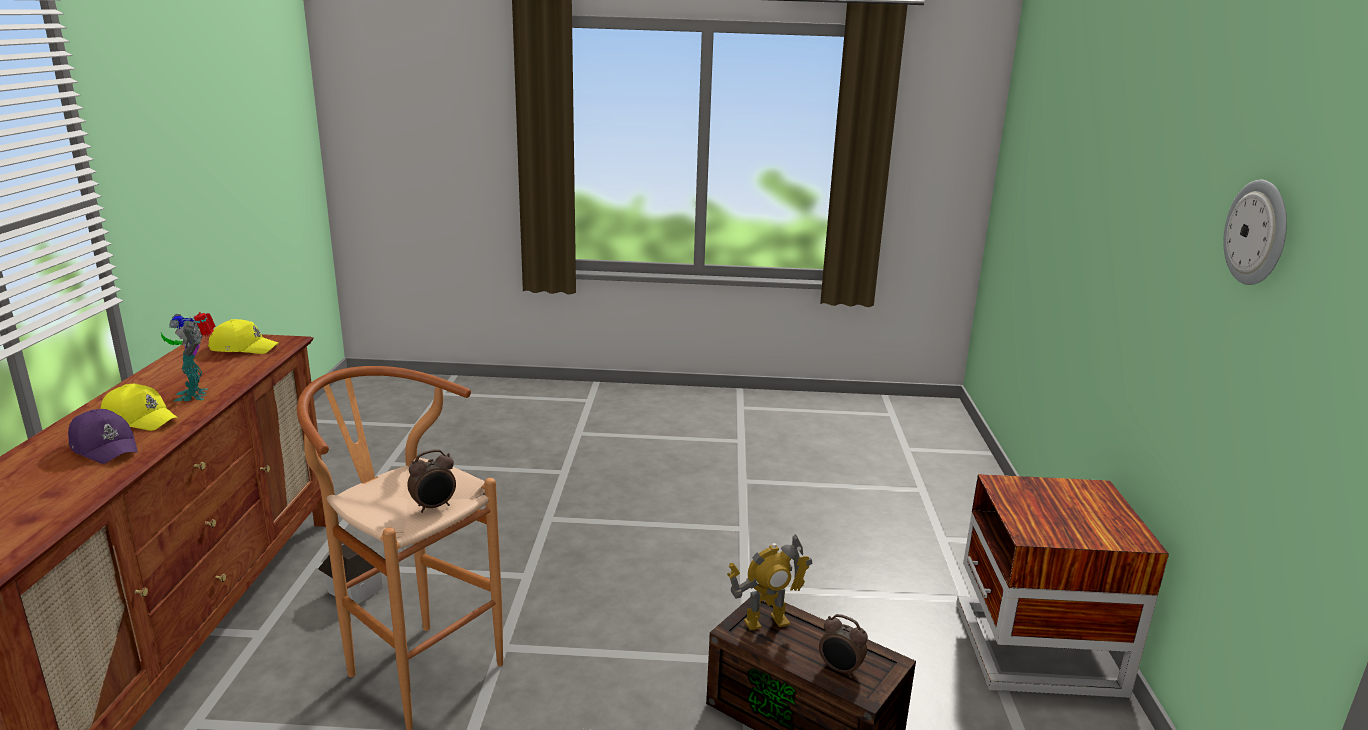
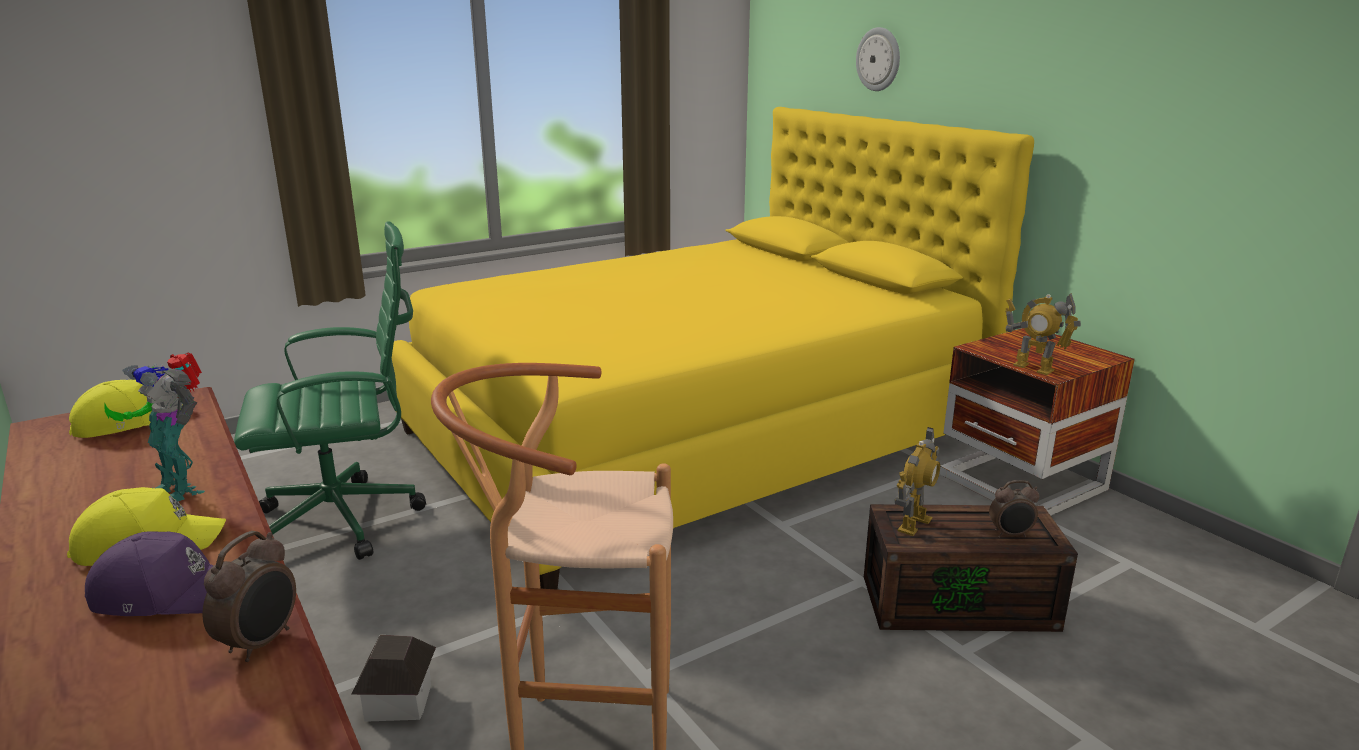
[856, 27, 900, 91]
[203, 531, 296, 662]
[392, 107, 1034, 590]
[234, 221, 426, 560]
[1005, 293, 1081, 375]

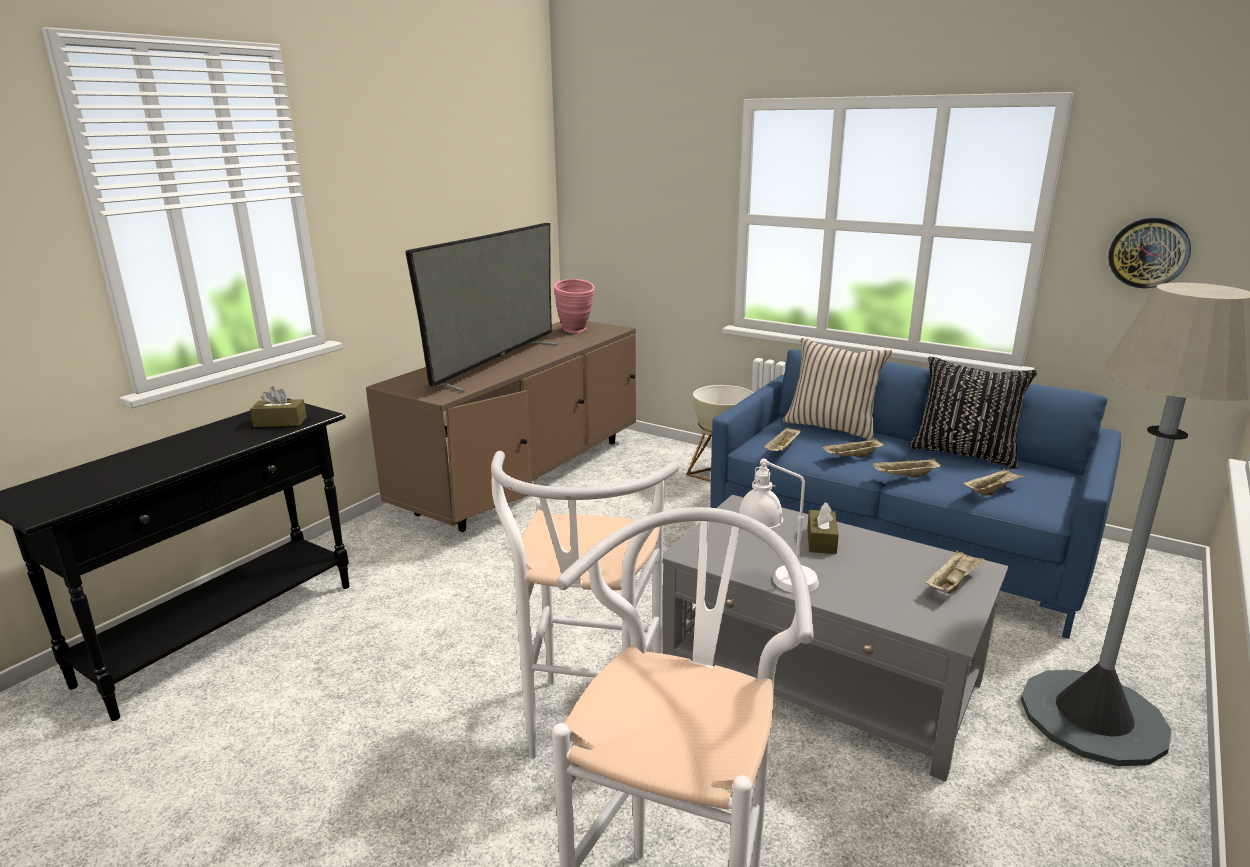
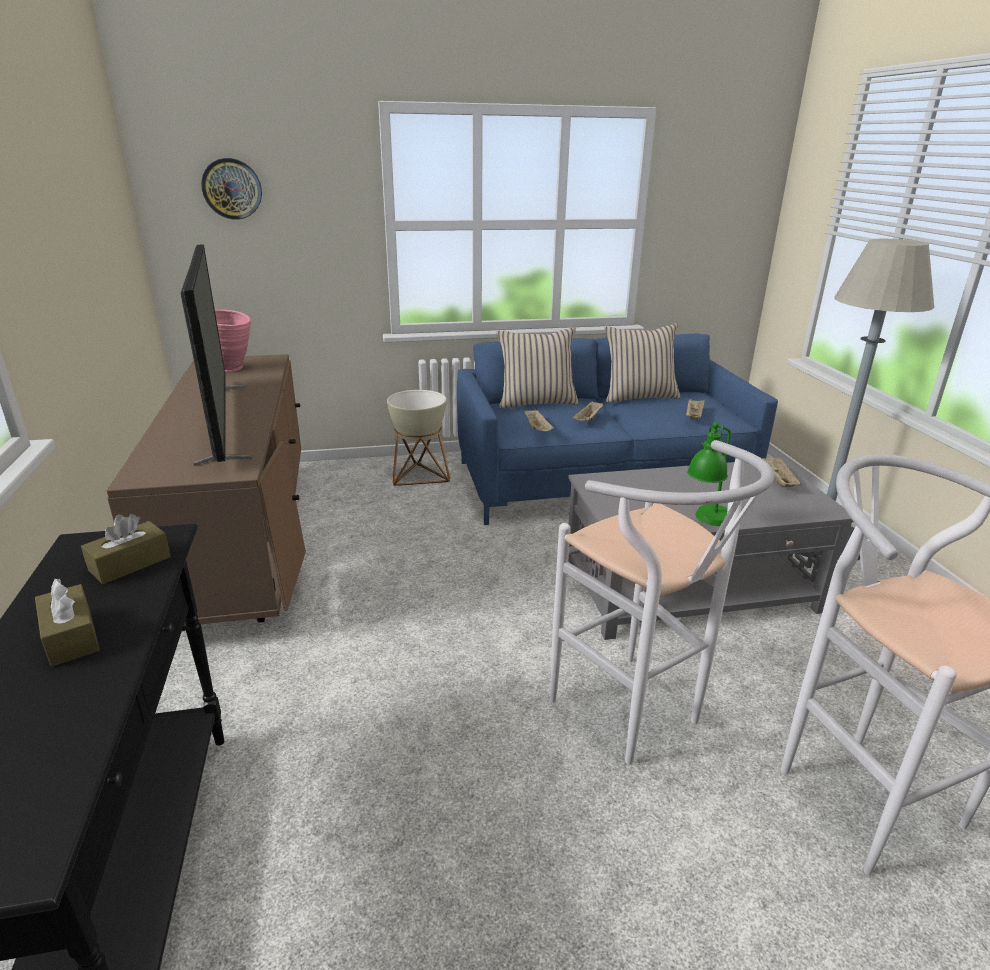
[201, 158, 262, 220]
[604, 323, 680, 403]
[687, 422, 731, 526]
[872, 458, 941, 478] (first image)
[35, 579, 100, 667]

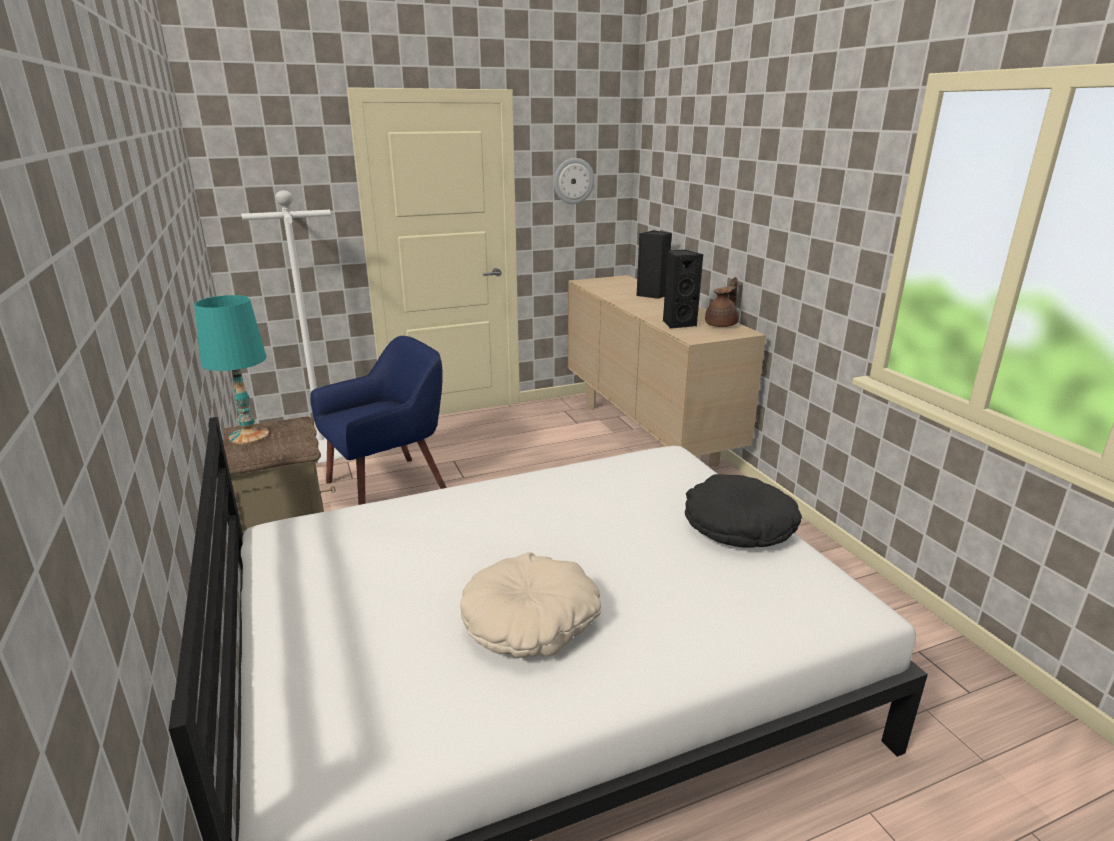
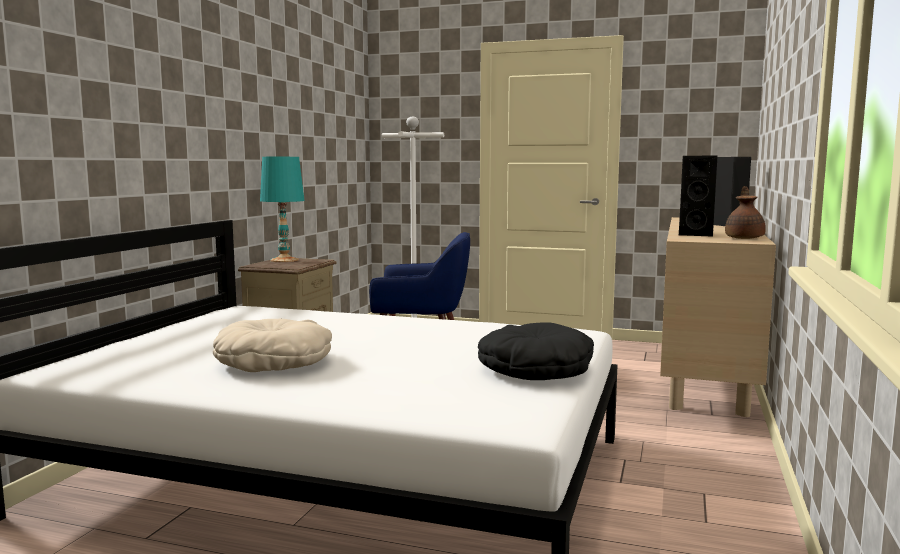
[554, 158, 594, 204] (first image)
[725, 186, 766, 239]

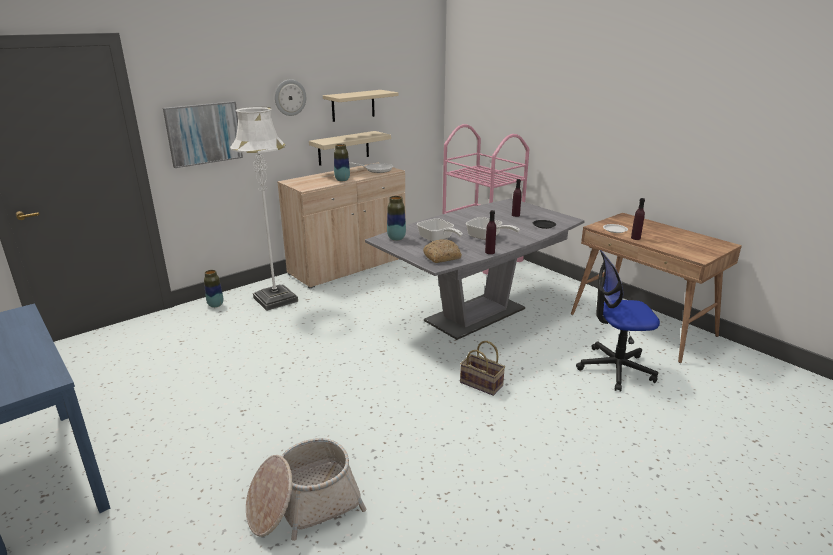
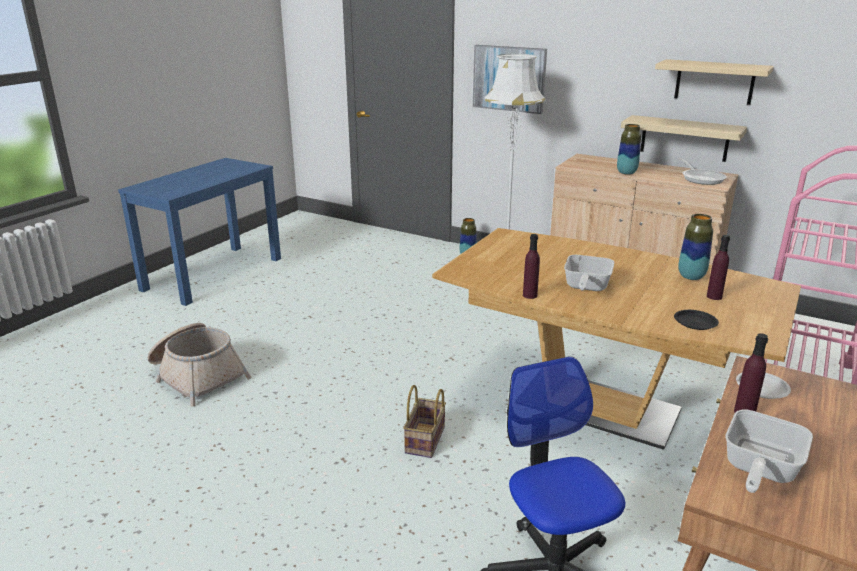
[275, 79, 306, 116] (first image)
[678, 214, 713, 280]
[432, 228, 801, 450]
[726, 410, 813, 493]
[423, 239, 462, 263] (first image)

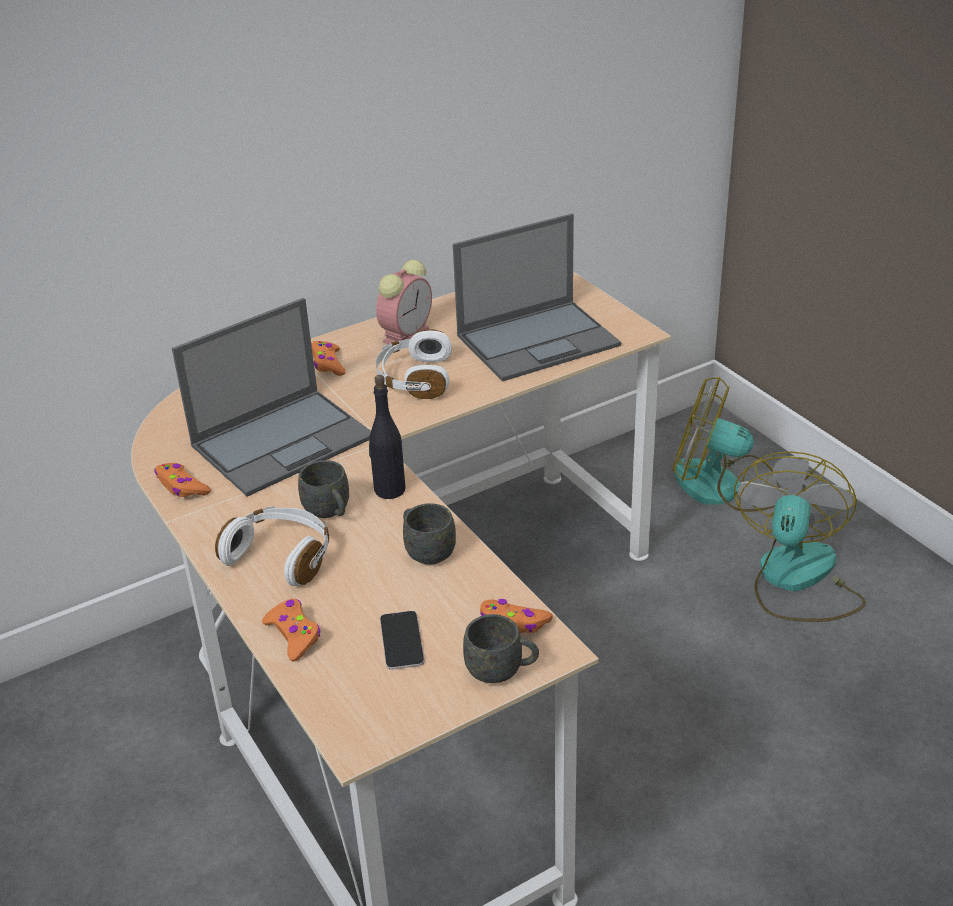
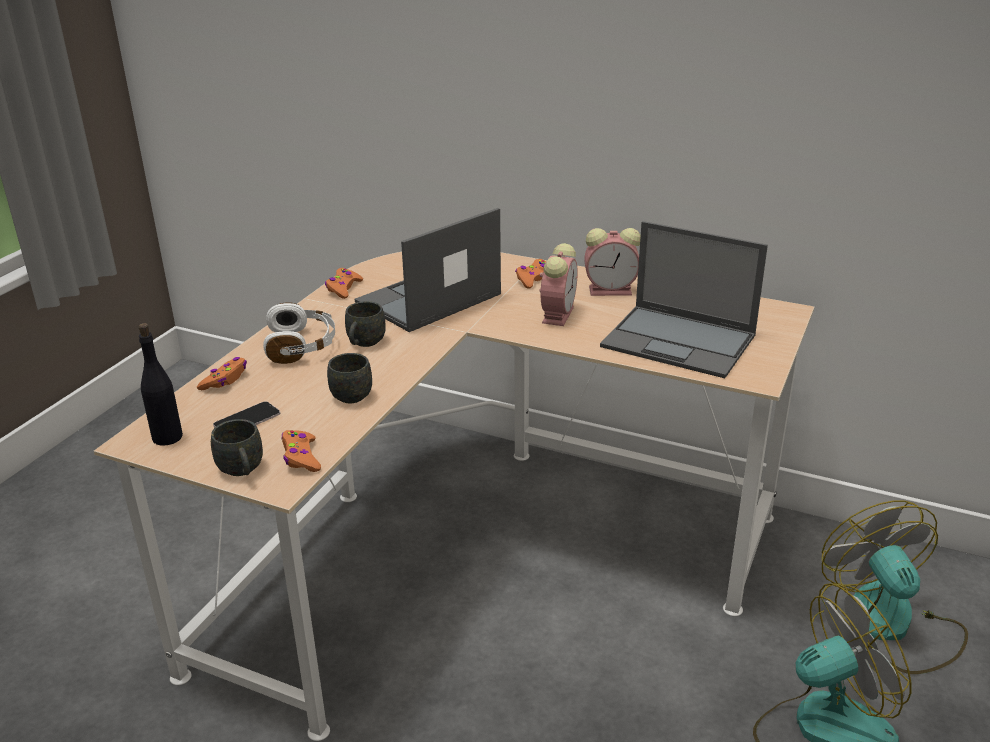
[355, 208, 501, 332]
[540, 243, 578, 326]
[138, 323, 183, 446]

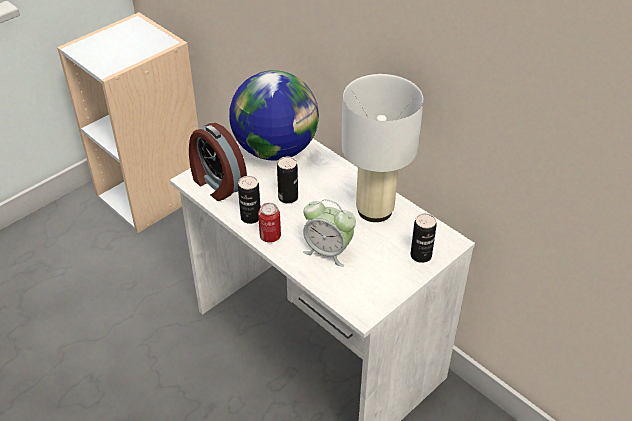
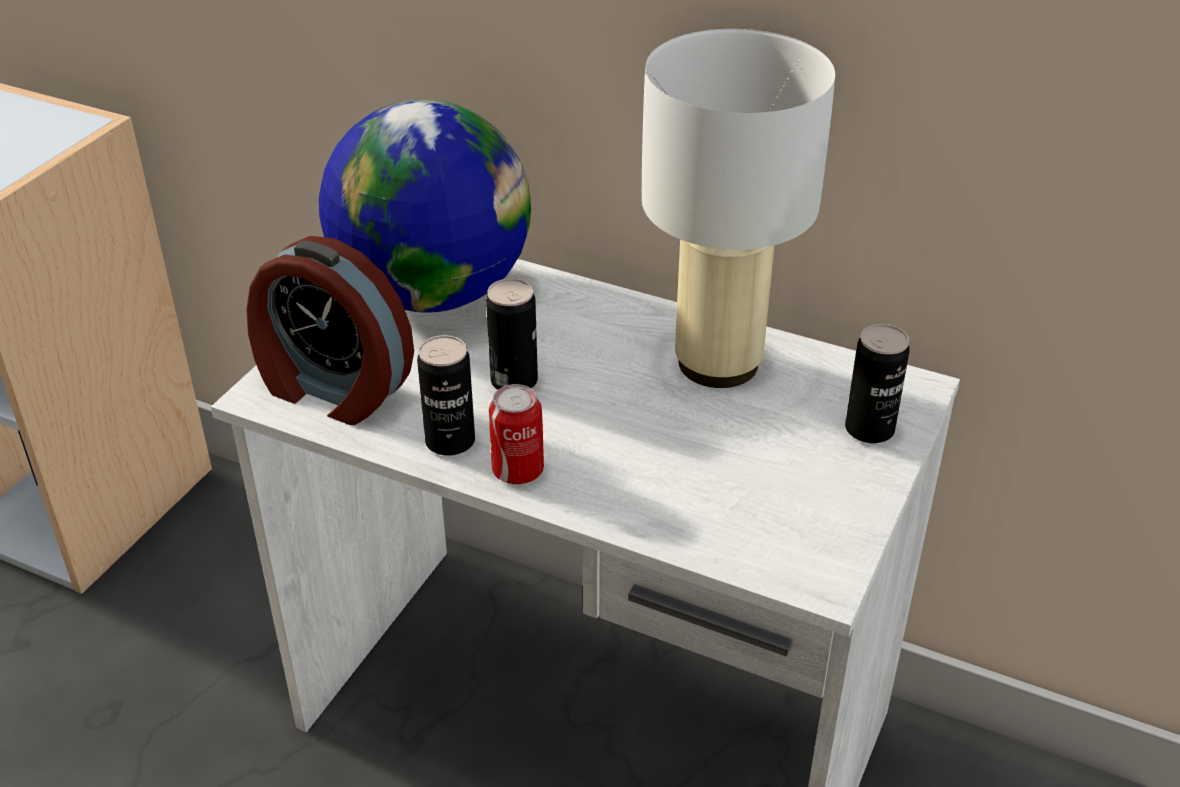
[303, 199, 356, 267] (first image)

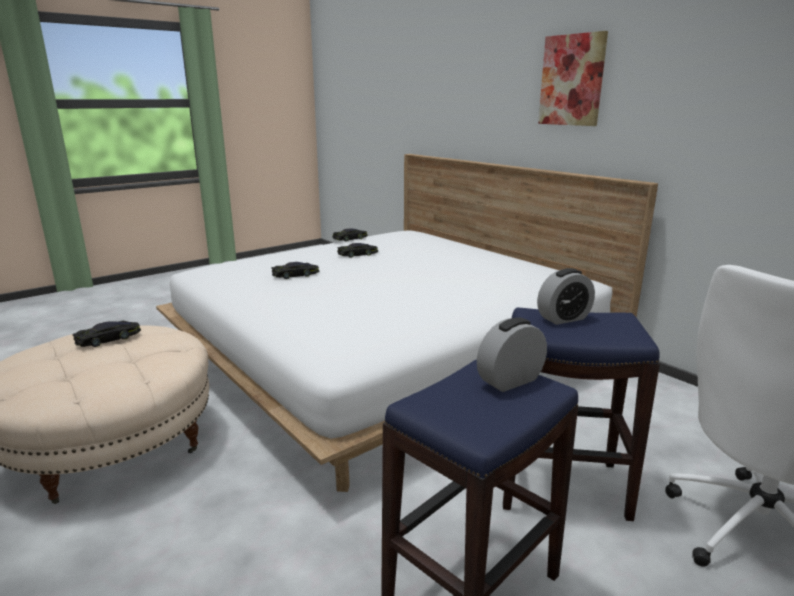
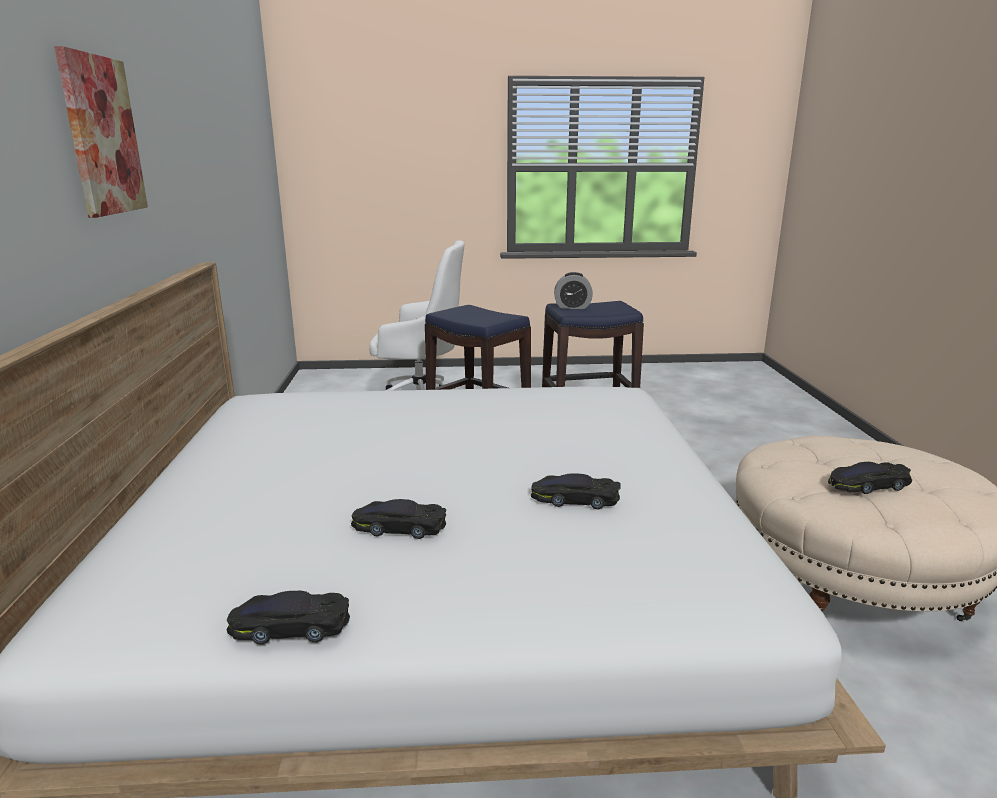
[537, 268, 595, 325] (first image)

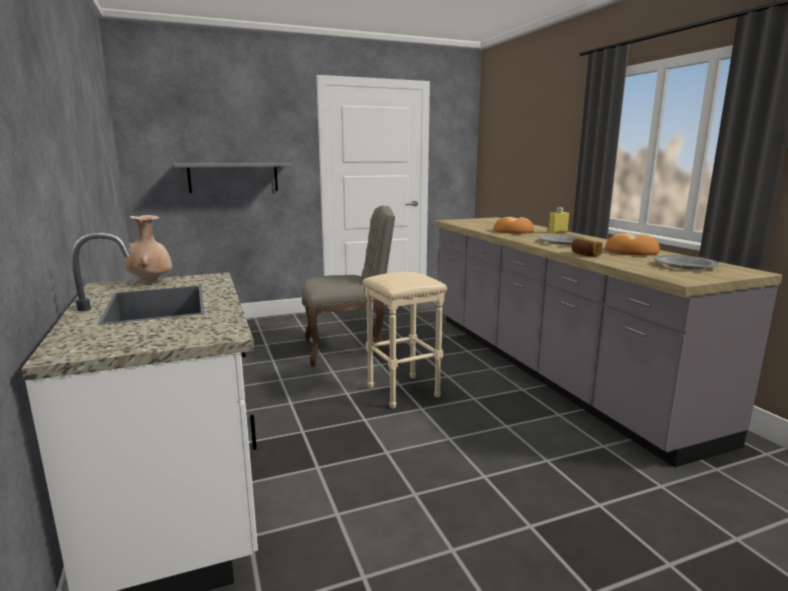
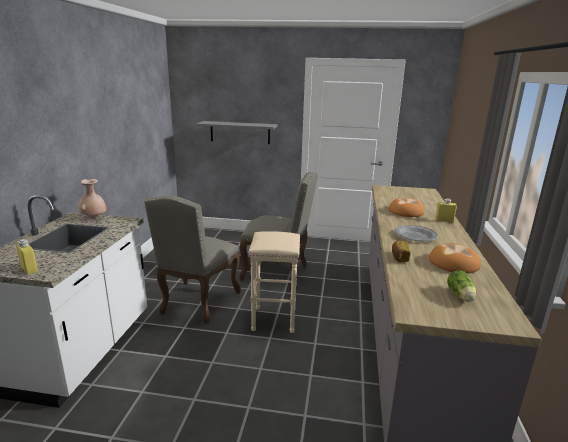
[447, 270, 476, 302]
[144, 196, 241, 324]
[16, 239, 38, 275]

